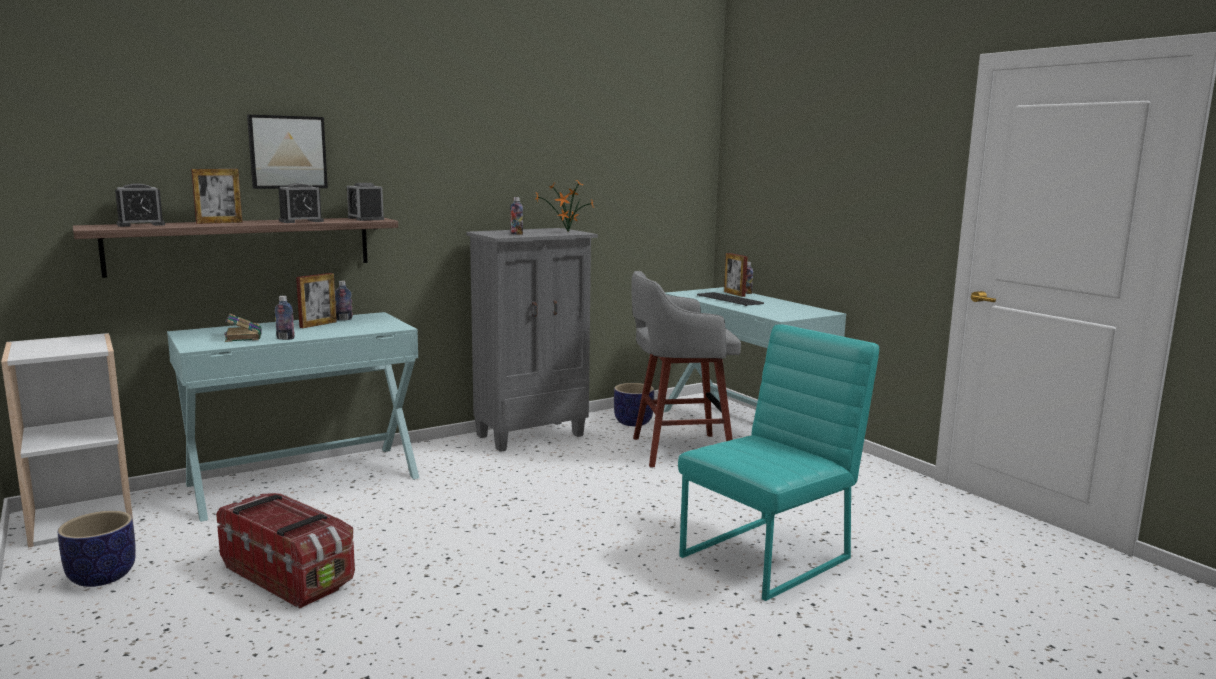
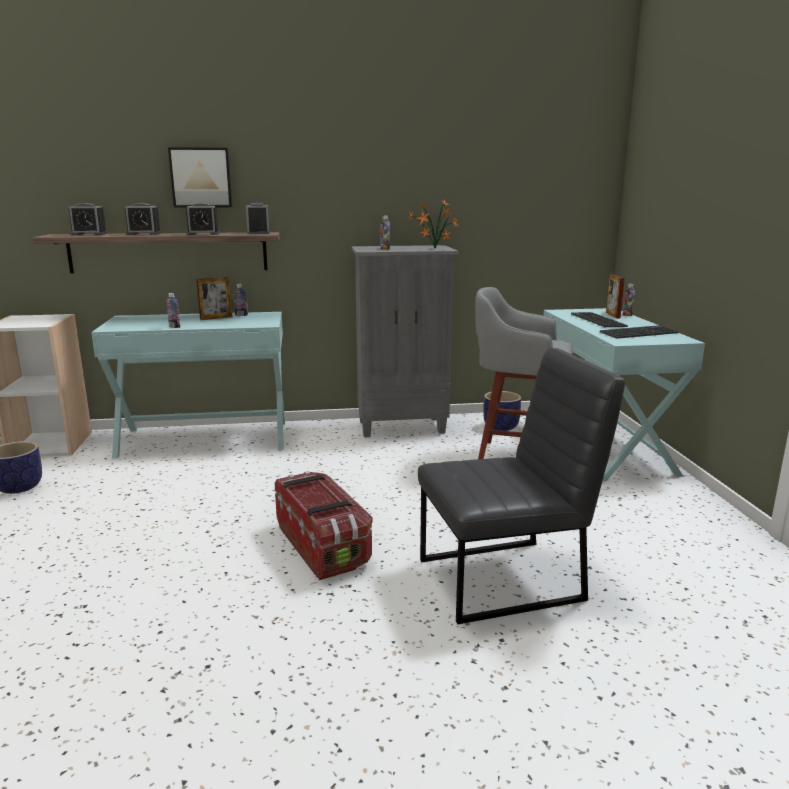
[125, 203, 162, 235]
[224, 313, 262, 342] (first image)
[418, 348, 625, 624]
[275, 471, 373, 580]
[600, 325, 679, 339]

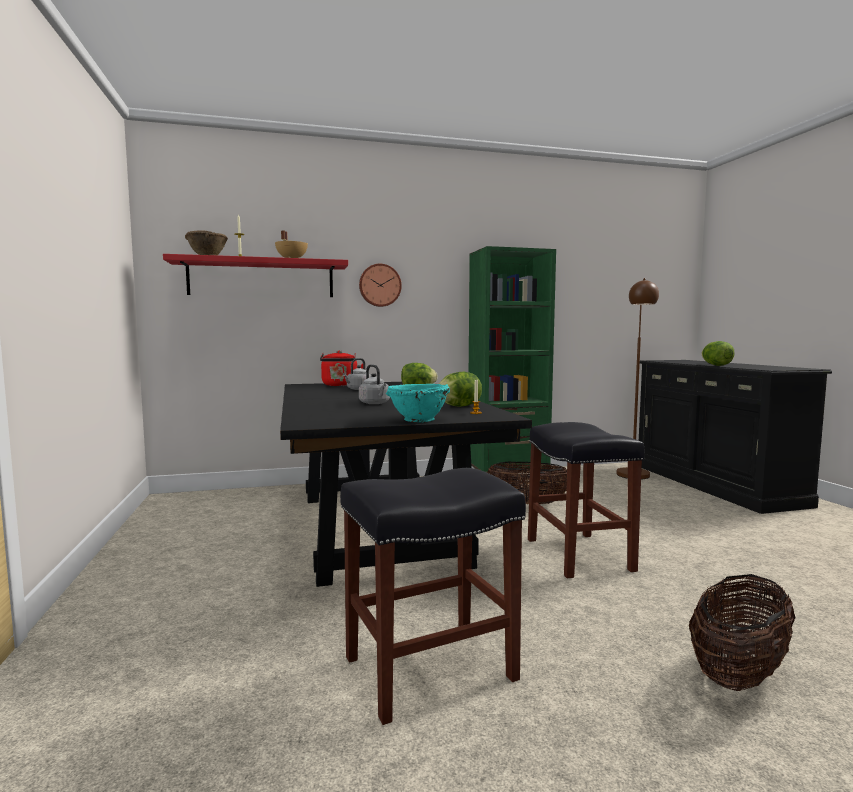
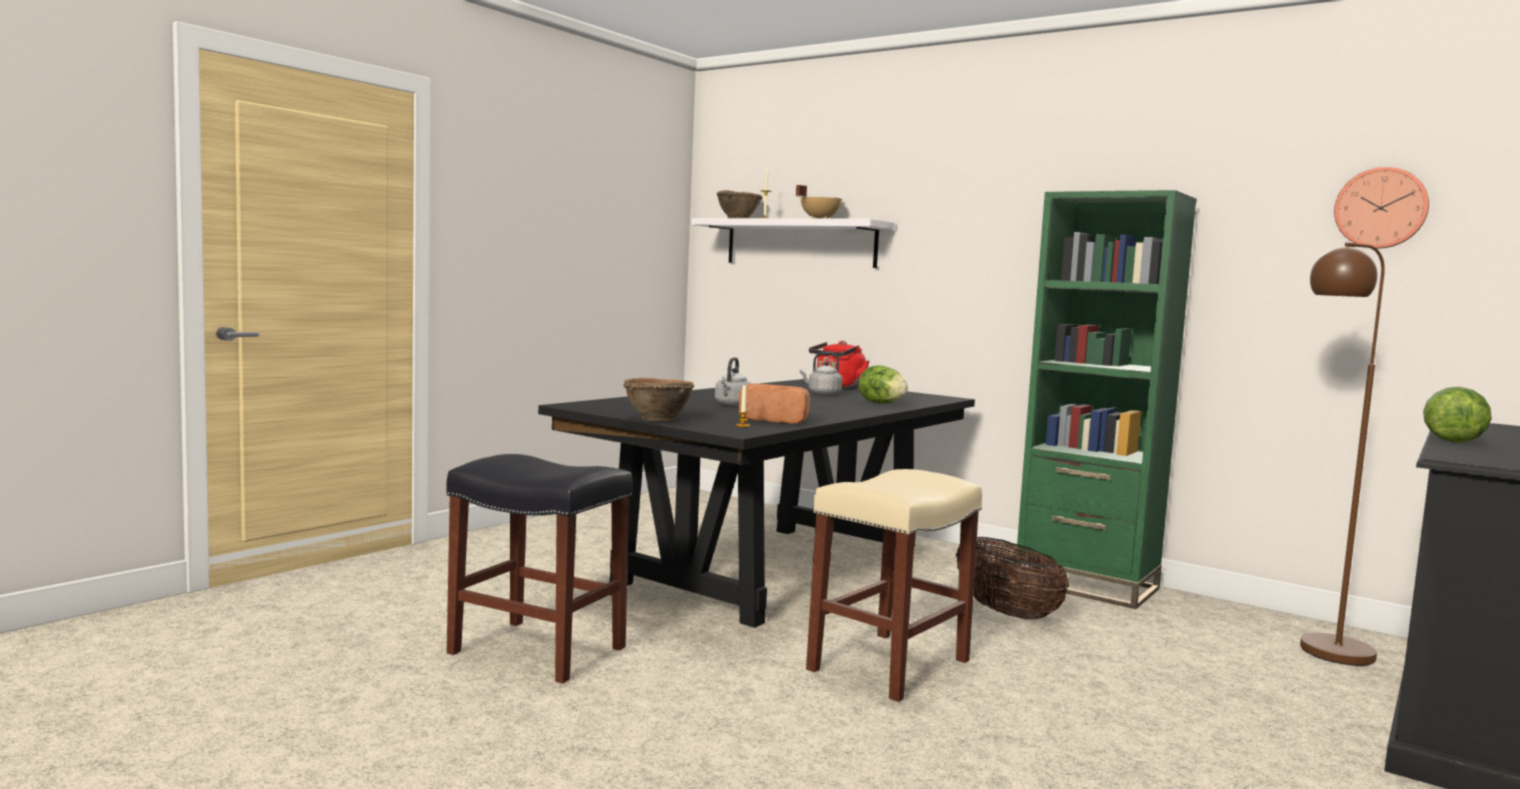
[691, 218, 894, 268]
[1334, 167, 1429, 249]
[739, 384, 810, 424]
[623, 378, 694, 421]
[806, 469, 982, 702]
[689, 574, 796, 691] (first image)

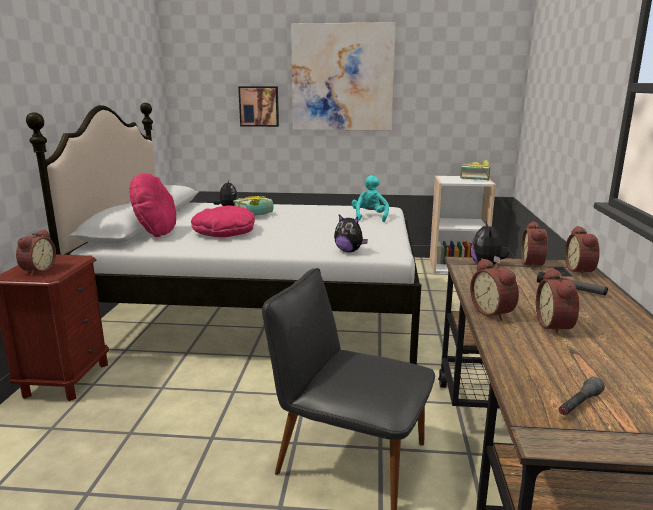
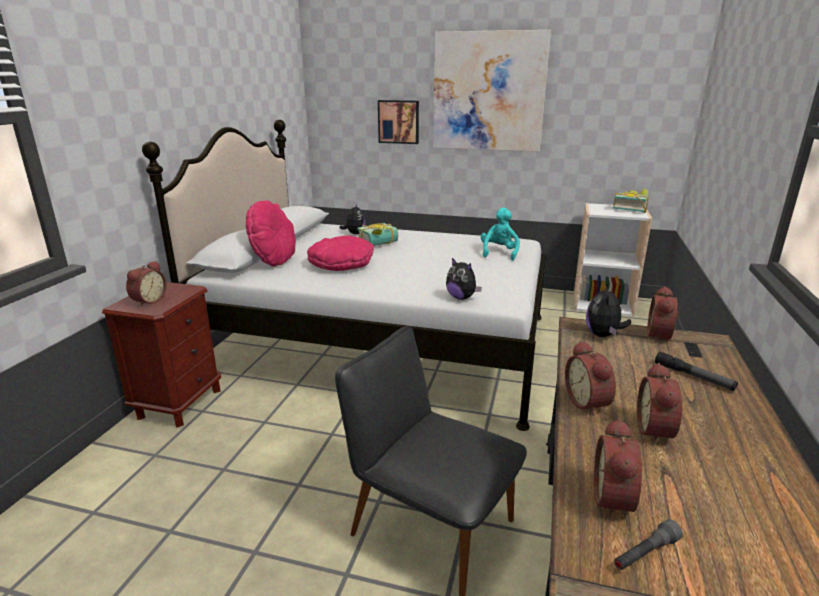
[594, 418, 643, 519]

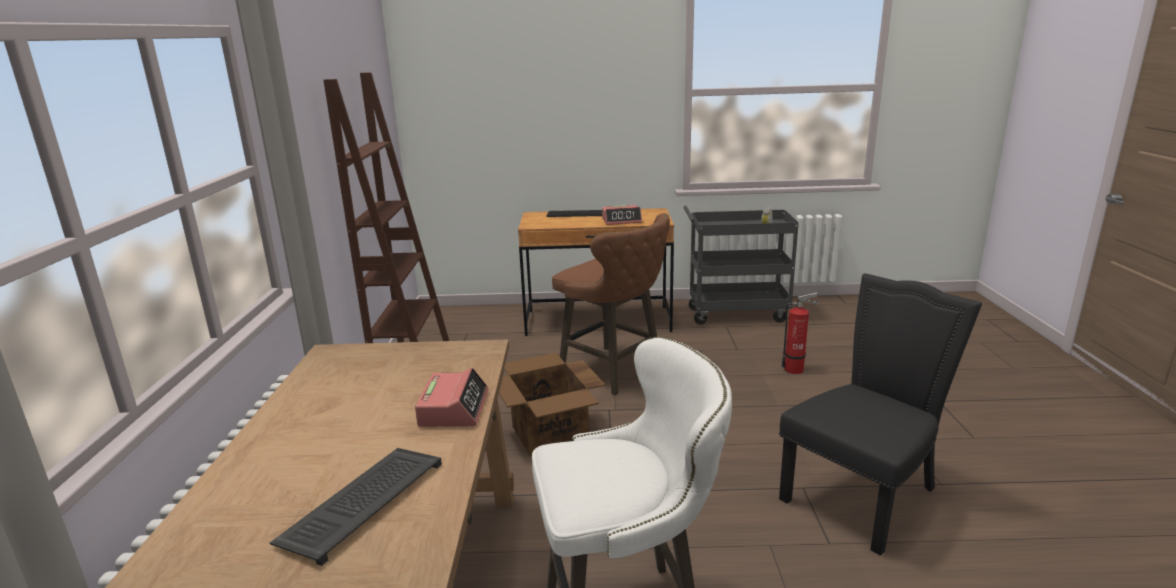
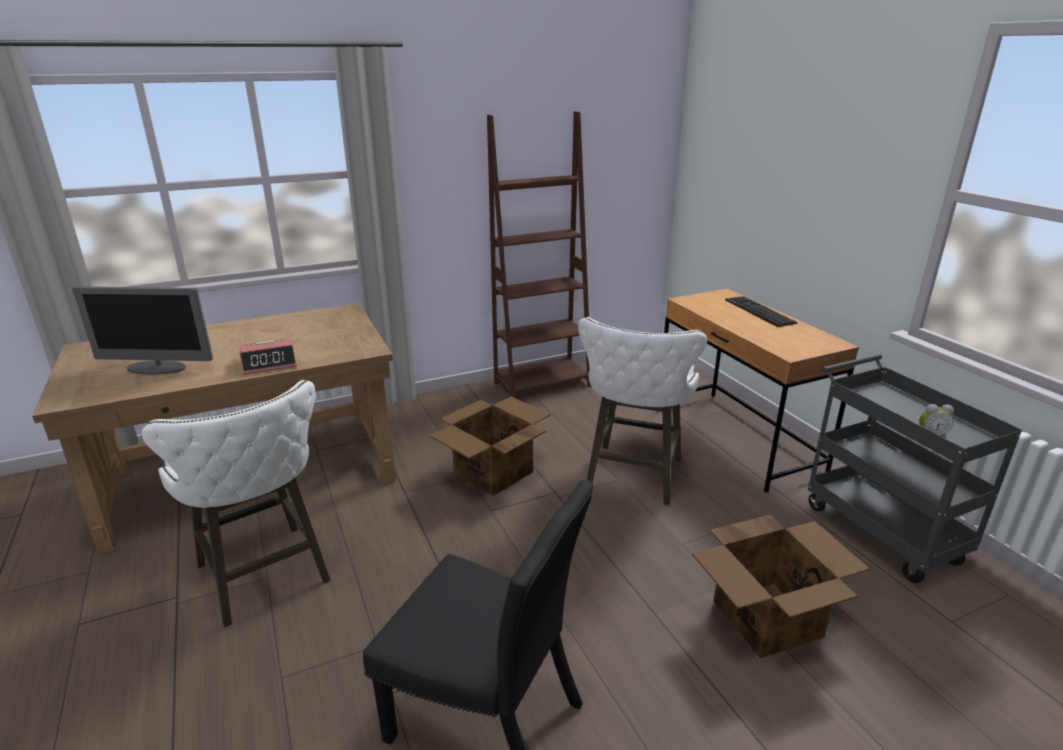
[602, 205, 642, 225] (first image)
[578, 317, 707, 505]
[692, 515, 870, 658]
[73, 286, 213, 375]

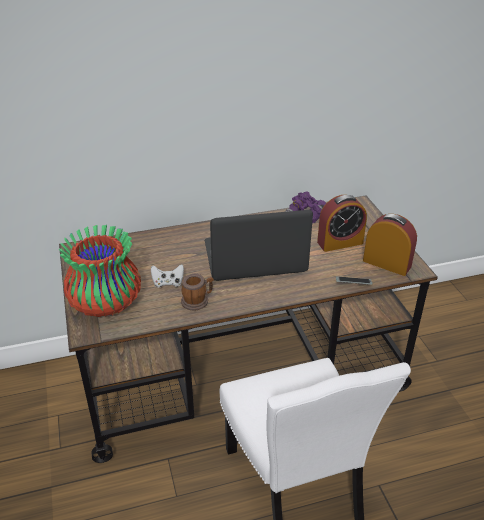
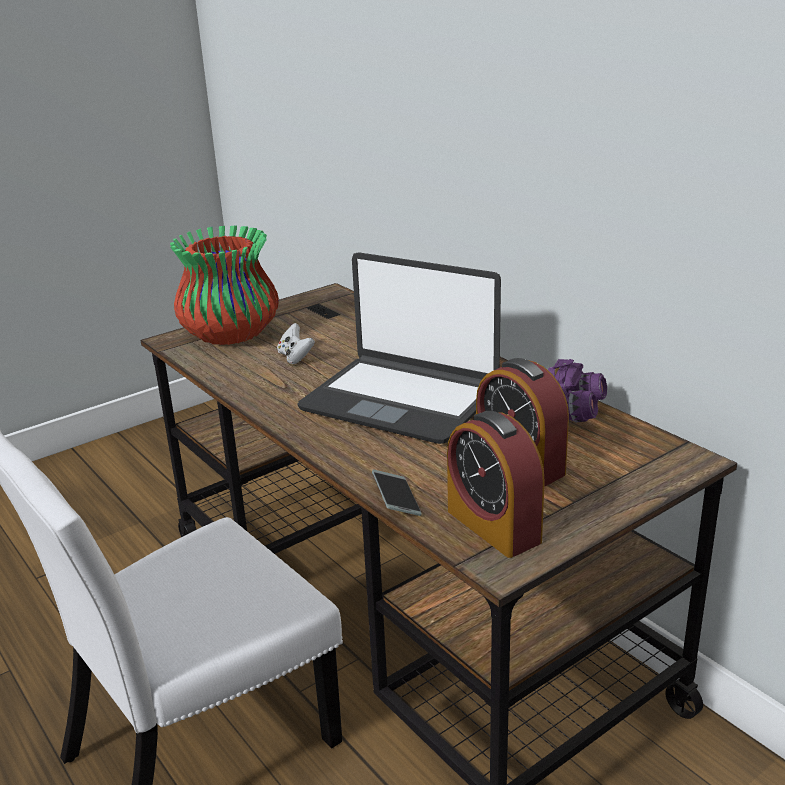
[297, 252, 501, 444]
[447, 411, 545, 558]
[181, 273, 214, 310] (first image)

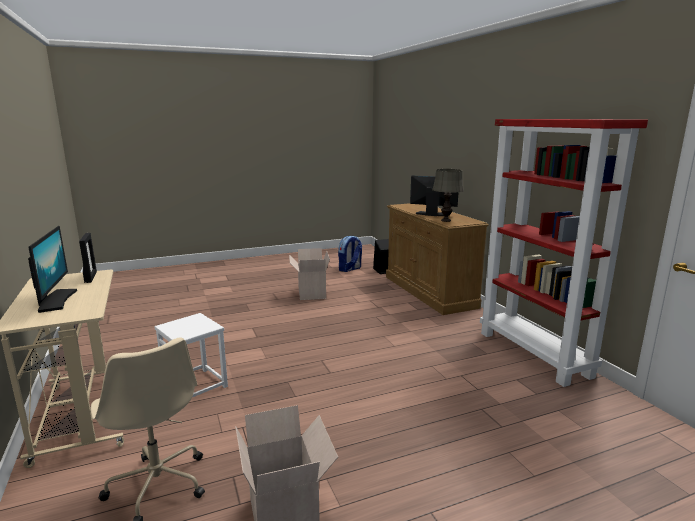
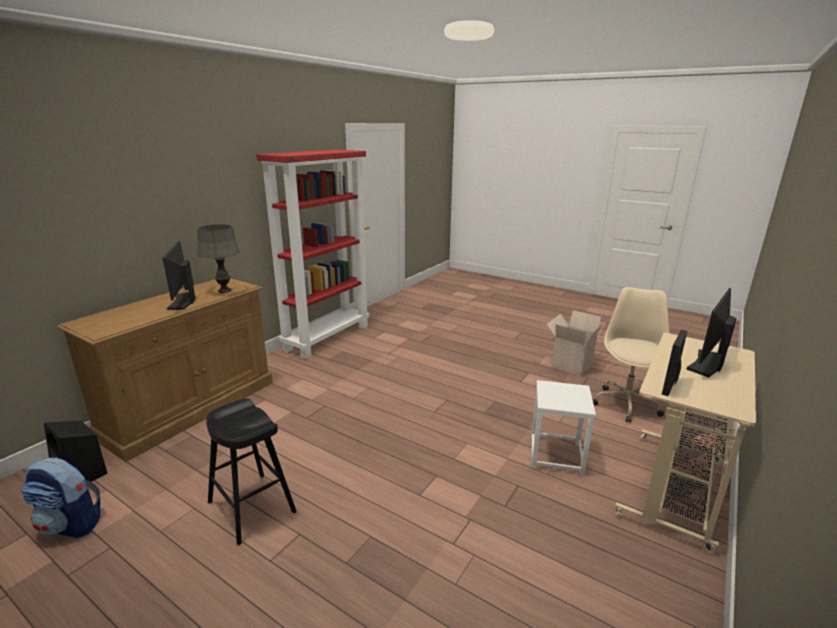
[206, 398, 296, 545]

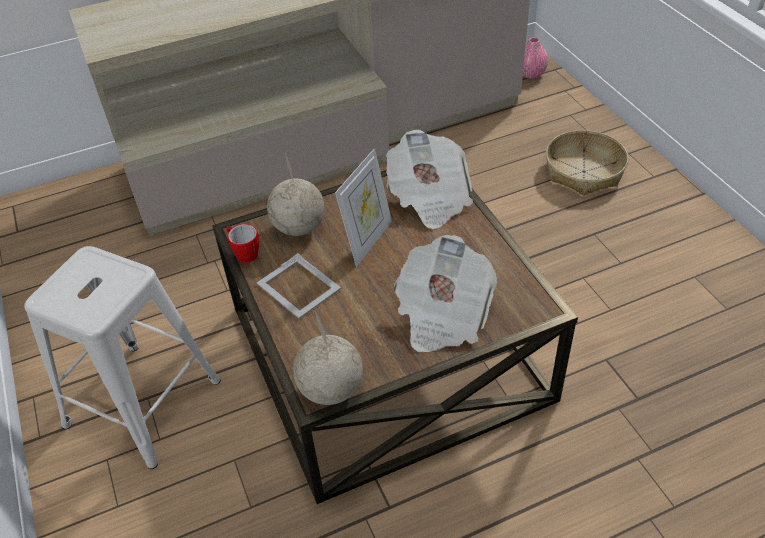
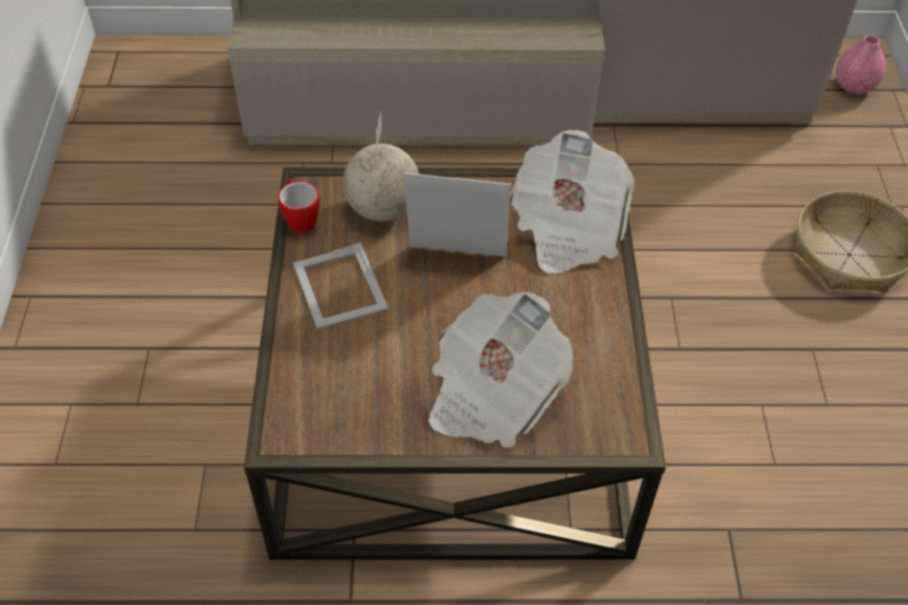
[404, 173, 511, 257]
[24, 246, 221, 469] (first image)
[293, 311, 363, 405] (first image)

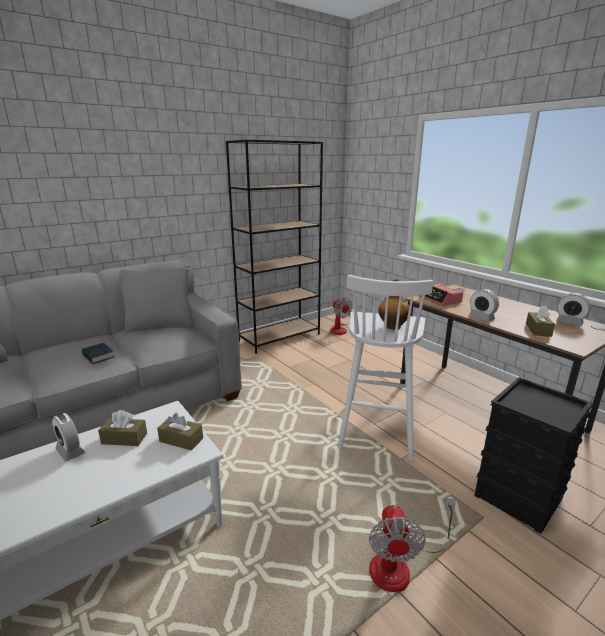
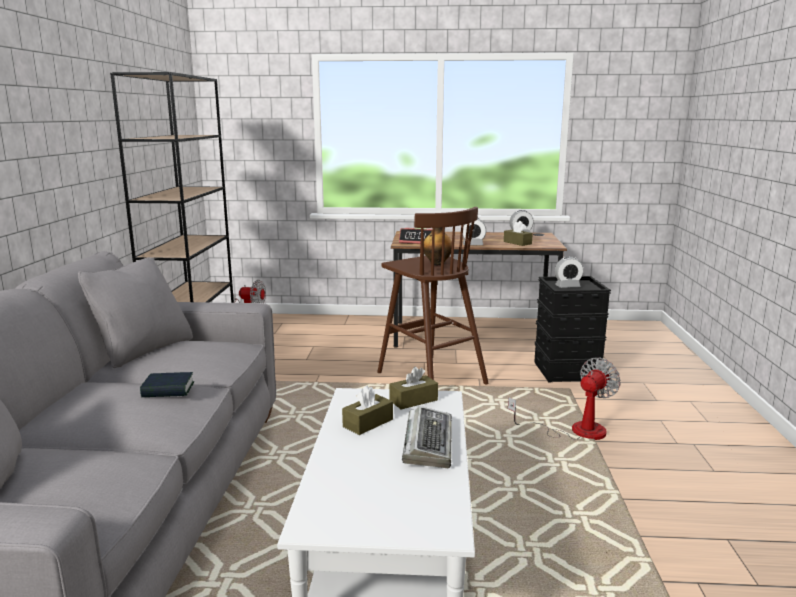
[377, 207, 489, 385]
[555, 257, 584, 288]
[508, 358, 621, 440]
[402, 406, 452, 468]

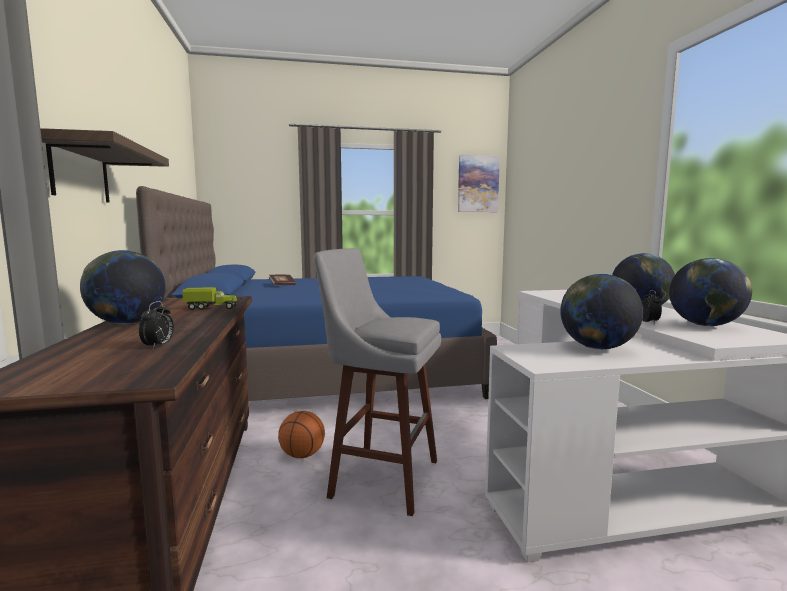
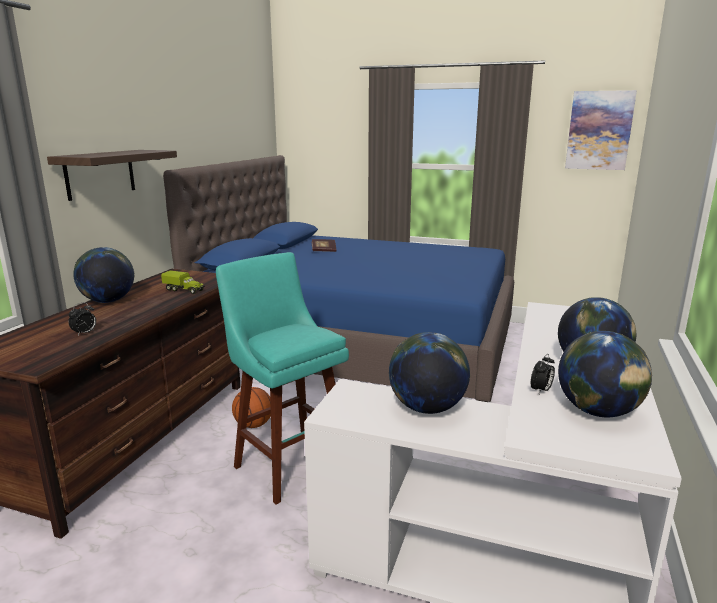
[216, 252, 349, 505]

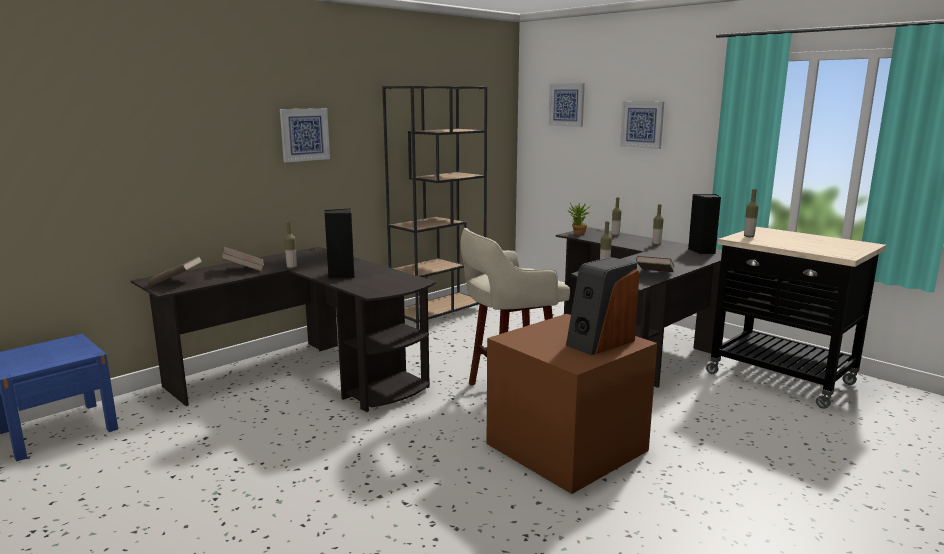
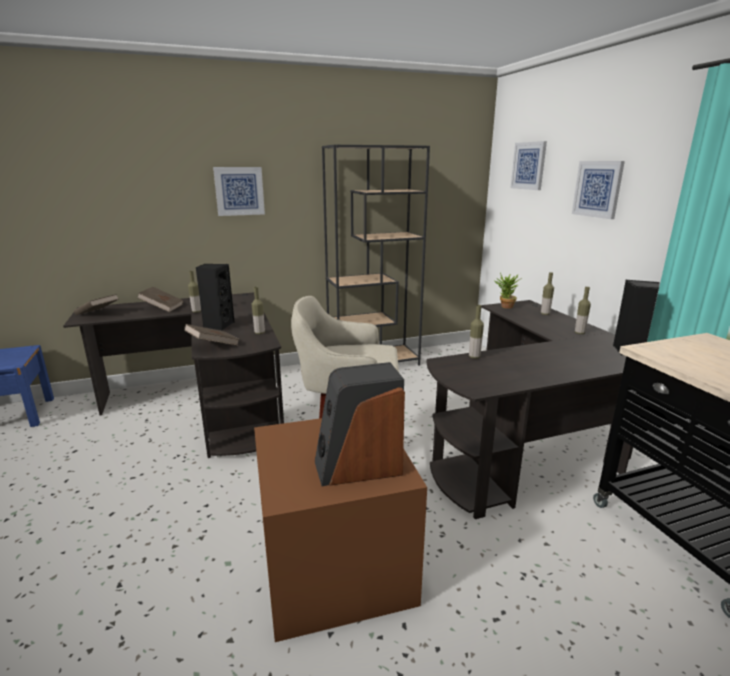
[252, 287, 265, 334]
[184, 324, 240, 346]

